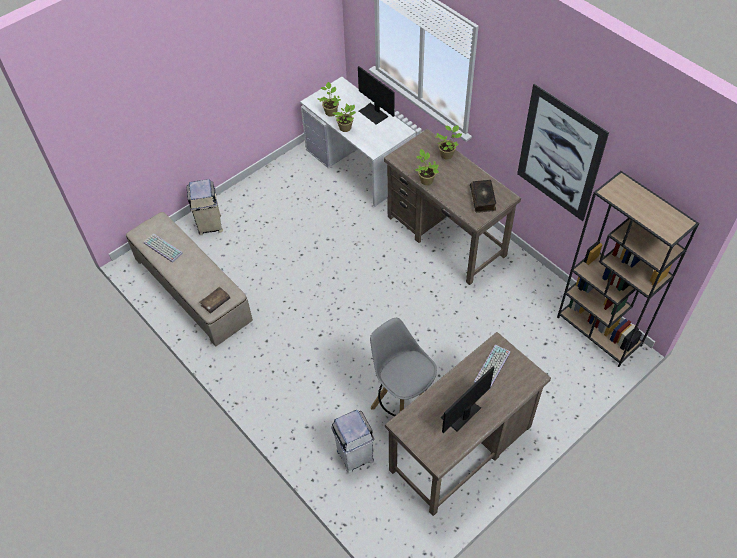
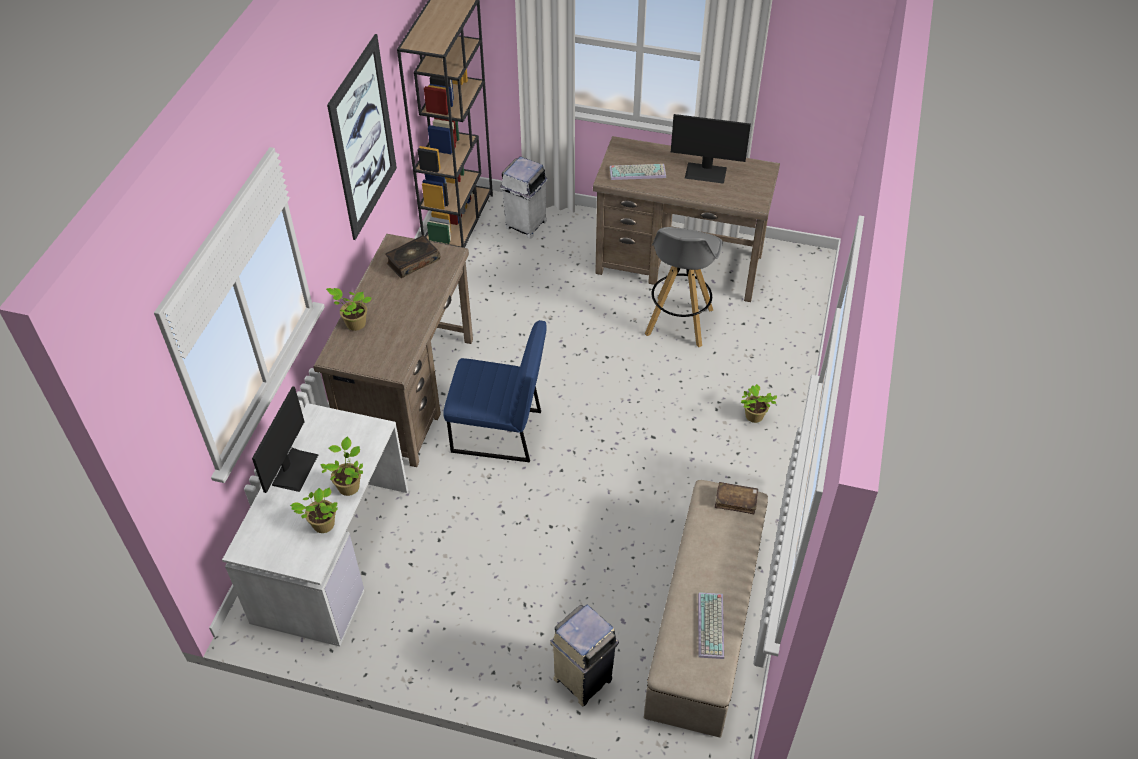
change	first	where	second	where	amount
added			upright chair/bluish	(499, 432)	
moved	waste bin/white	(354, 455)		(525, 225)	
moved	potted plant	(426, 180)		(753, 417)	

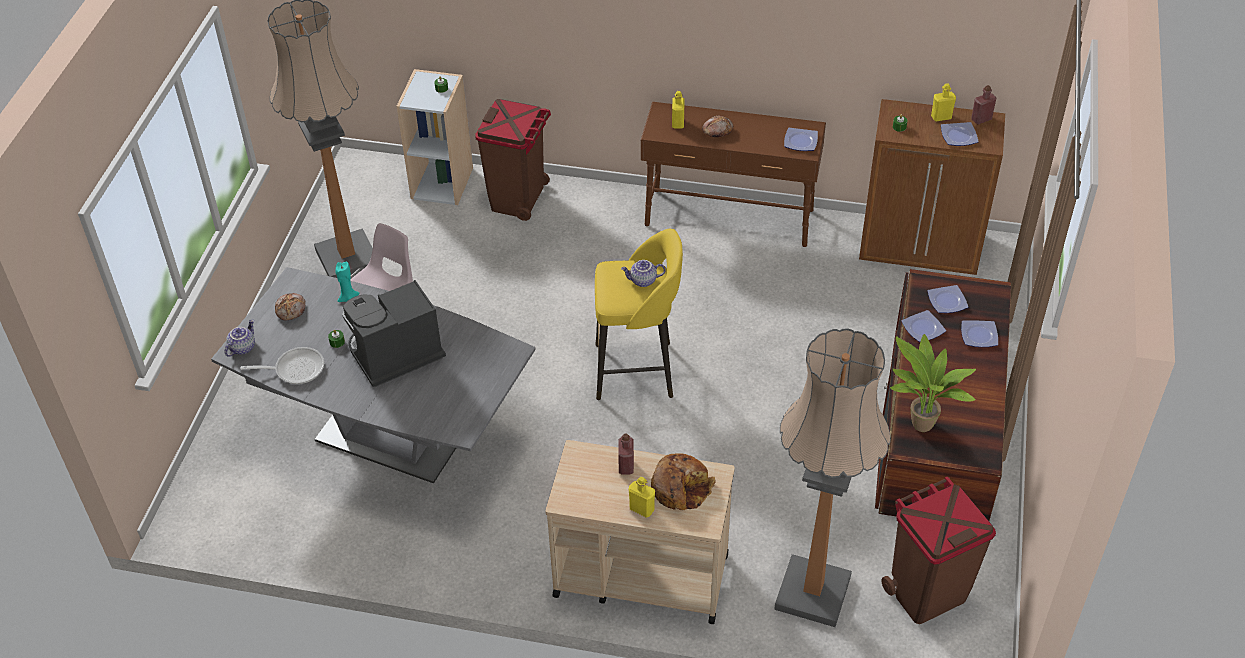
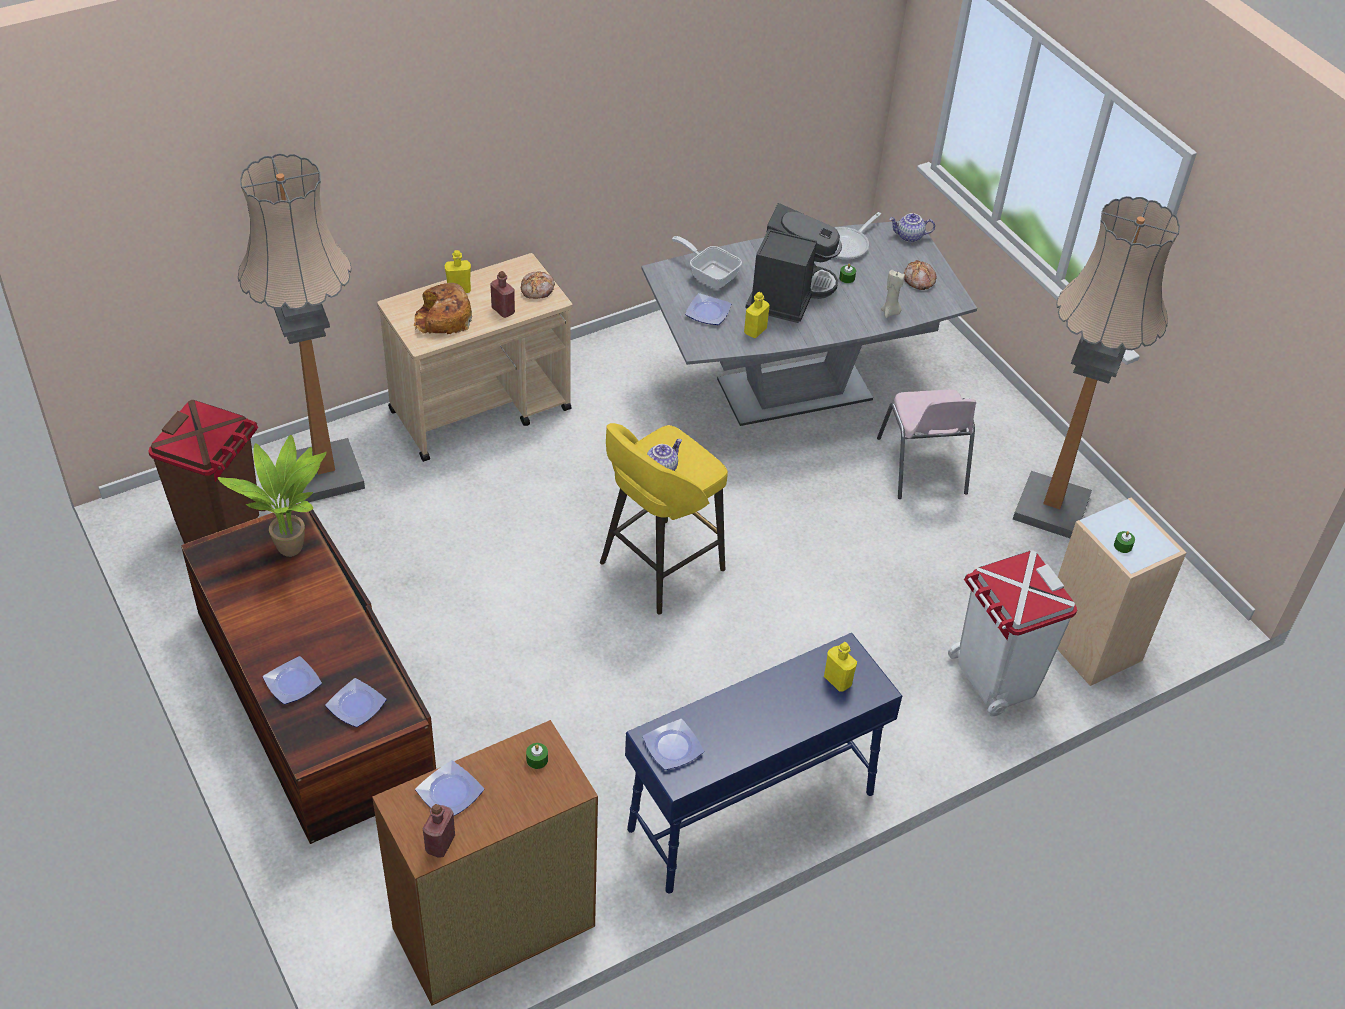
change	first	where	second	where	amount
moved	bakery bread	(717, 130)		(538, 289)	
recoloured	narrow table/brownish	(729, 219)	narrow table/bluish	(750, 810)	
added			skillet	(709, 274)	
moved	dinner plate	(922, 329)		(707, 311)	
moved	beverage bottle/yellow-coloured	(941, 117)		(755, 331)	
recoloured	wax light/turquoise	(348, 298)	wax light/sand-coloured	(890, 312)	
turned	pot for tea	(242, 347)		(909, 237)	105 degrees clockwise
recoloured	waste bin/brownish	(518, 199)	waste bin/white	(994, 679)	

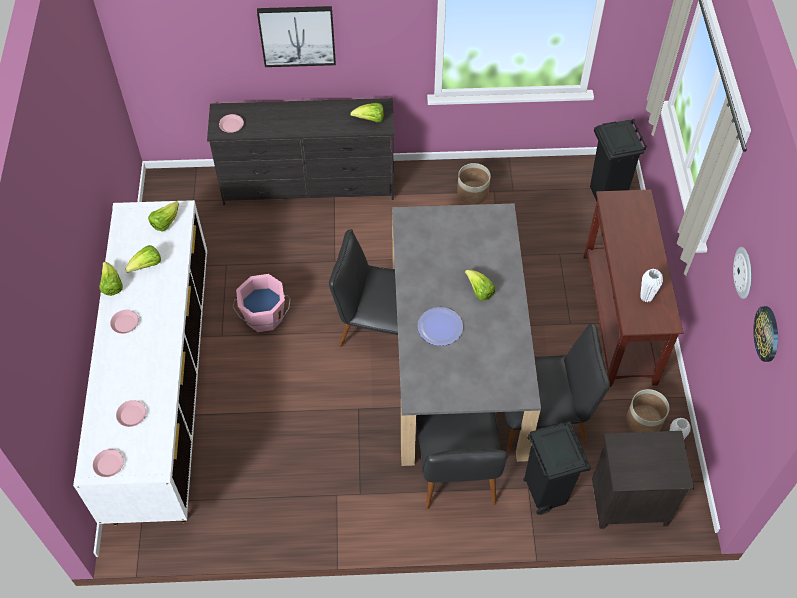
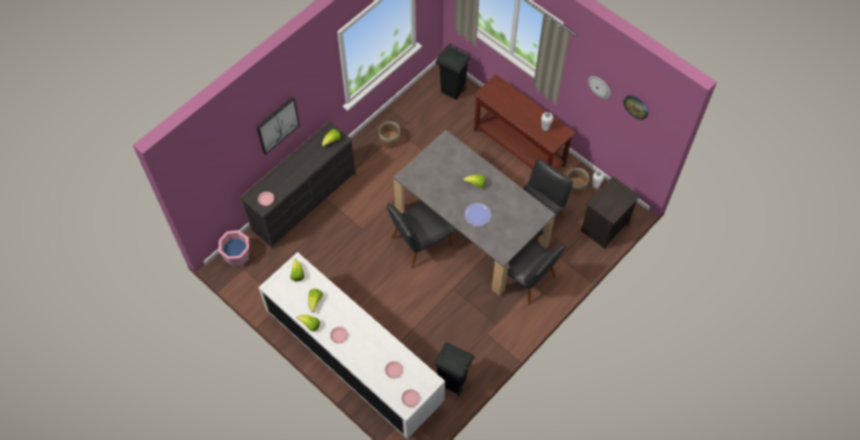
change	first	where	second	where	amount
moved	bucket/pink-coloured	(264, 317)		(237, 256)	
moved	waste bin/blackish	(545, 493)		(451, 382)	

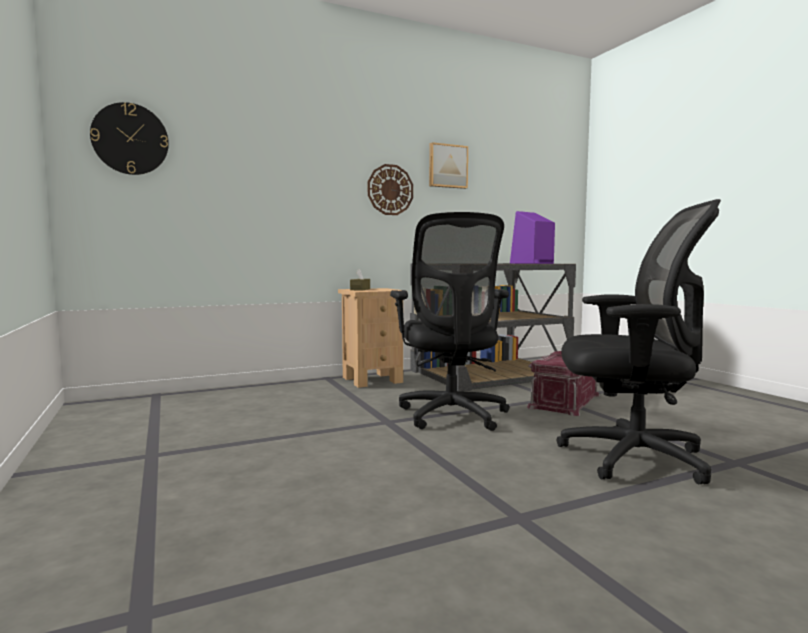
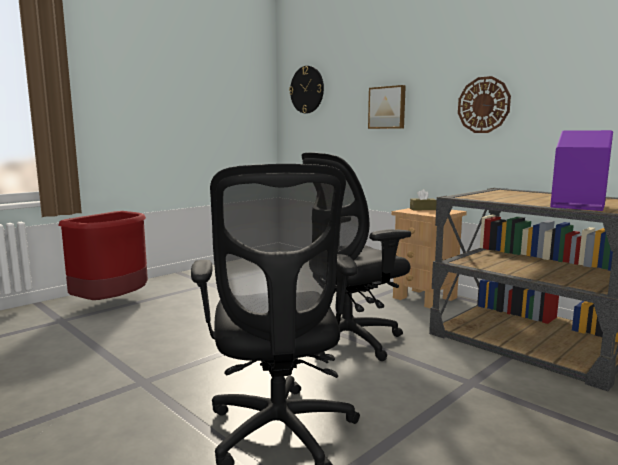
change	first	where	second	where	amount
added			waste bin/reddish	(113, 303)	
moved	wall picture	(447, 166)		(387, 107)	
removed	storage bin/reddish	(563, 401)			

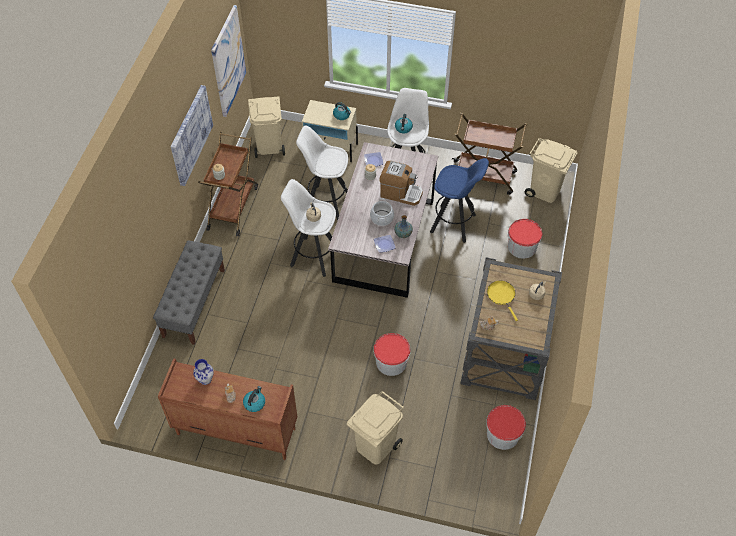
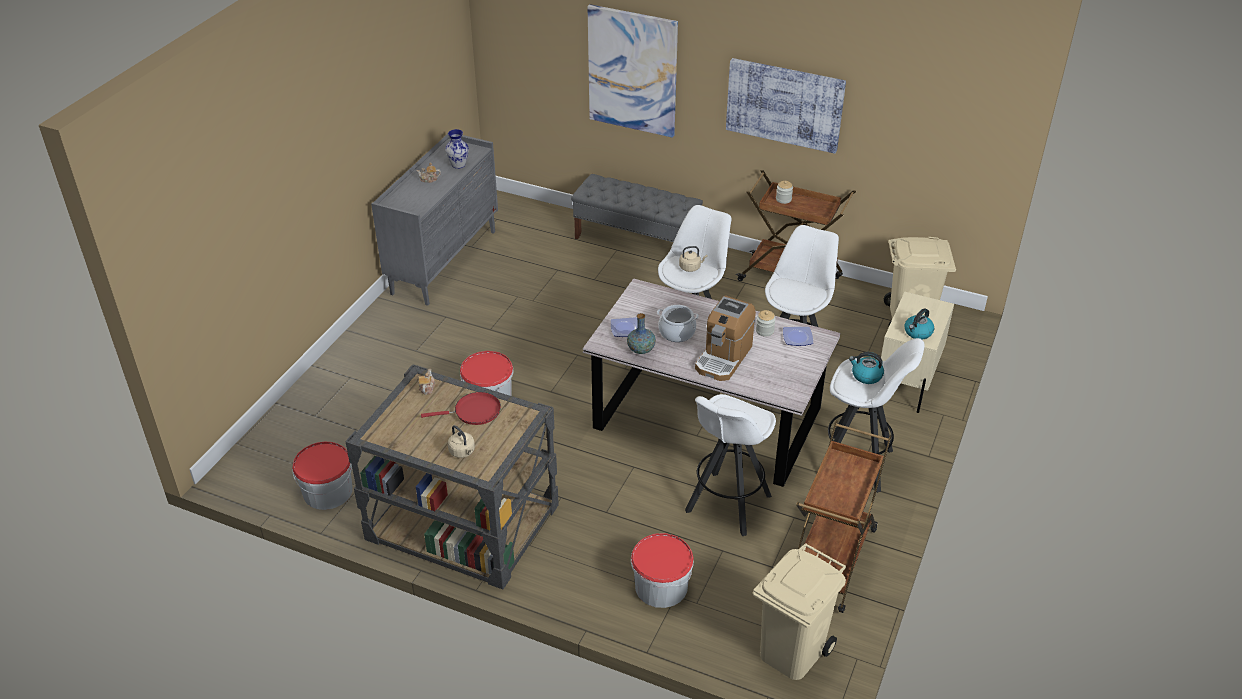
change	first	where	second	where	amount
recoloured	cupboard/brownish	(235, 431)	cupboard/grey	(445, 261)	
recoloured	skillet/yellow-coloured	(502, 296)	skillet/reddish	(474, 412)	
moved	wall picture	(228, 61)		(632, 71)	
recoloured	stool seat/bluish	(454, 224)	stool seat/white	(726, 505)	
removed	tea kettle	(254, 403)			
removed	waste bin/sand-coloured	(375, 446)			

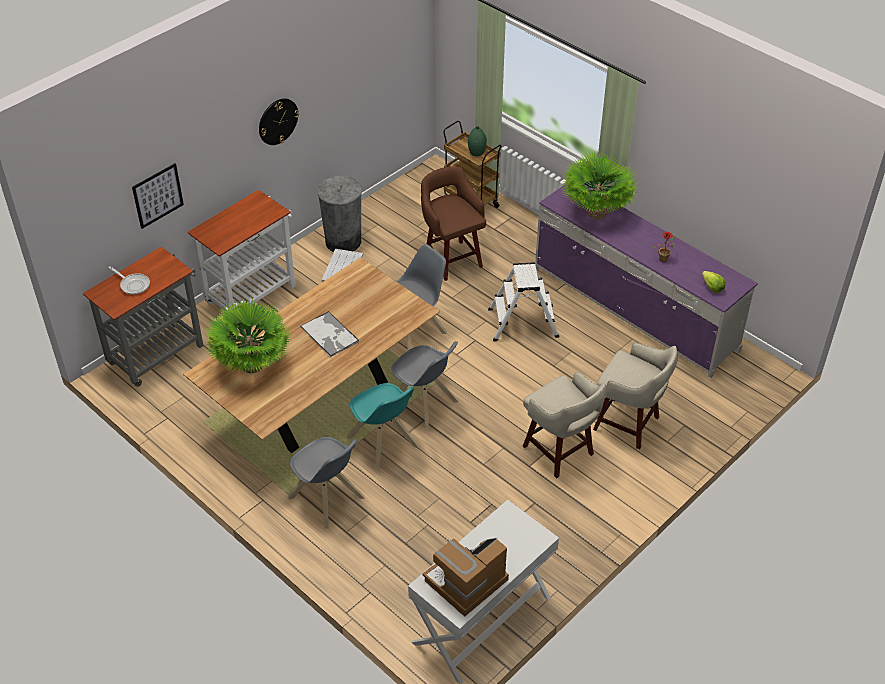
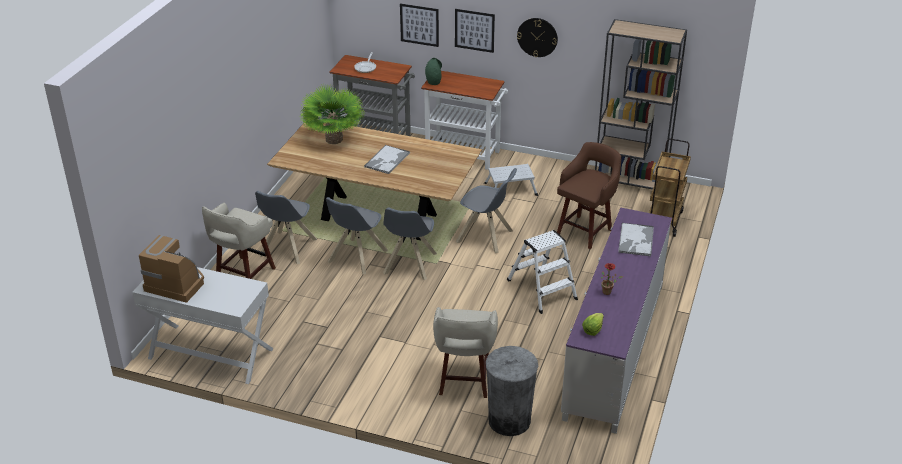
change	first	where	second	where	amount
moved	stool seat/sand-coloured	(559, 453)		(243, 276)	
recoloured	upright chair/turquoise	(383, 443)	upright chair/grey	(356, 257)	
moved	flower vase/greenish	(476, 152)		(434, 82)	
added			wall picture	(474, 30)	
moved	waste bin/grey	(343, 241)		(509, 420)	
added			shelving unit	(631, 181)	
replaced	potted plant	(596, 213)	tray	(636, 240)	

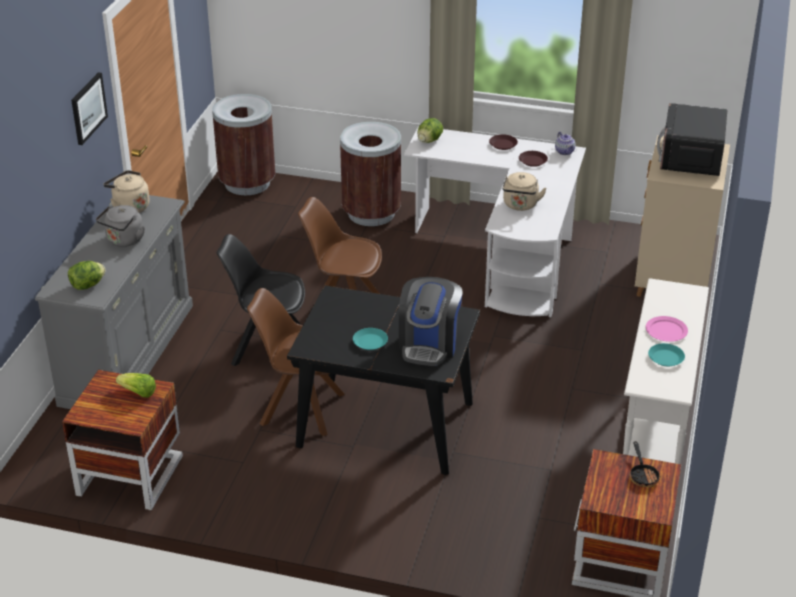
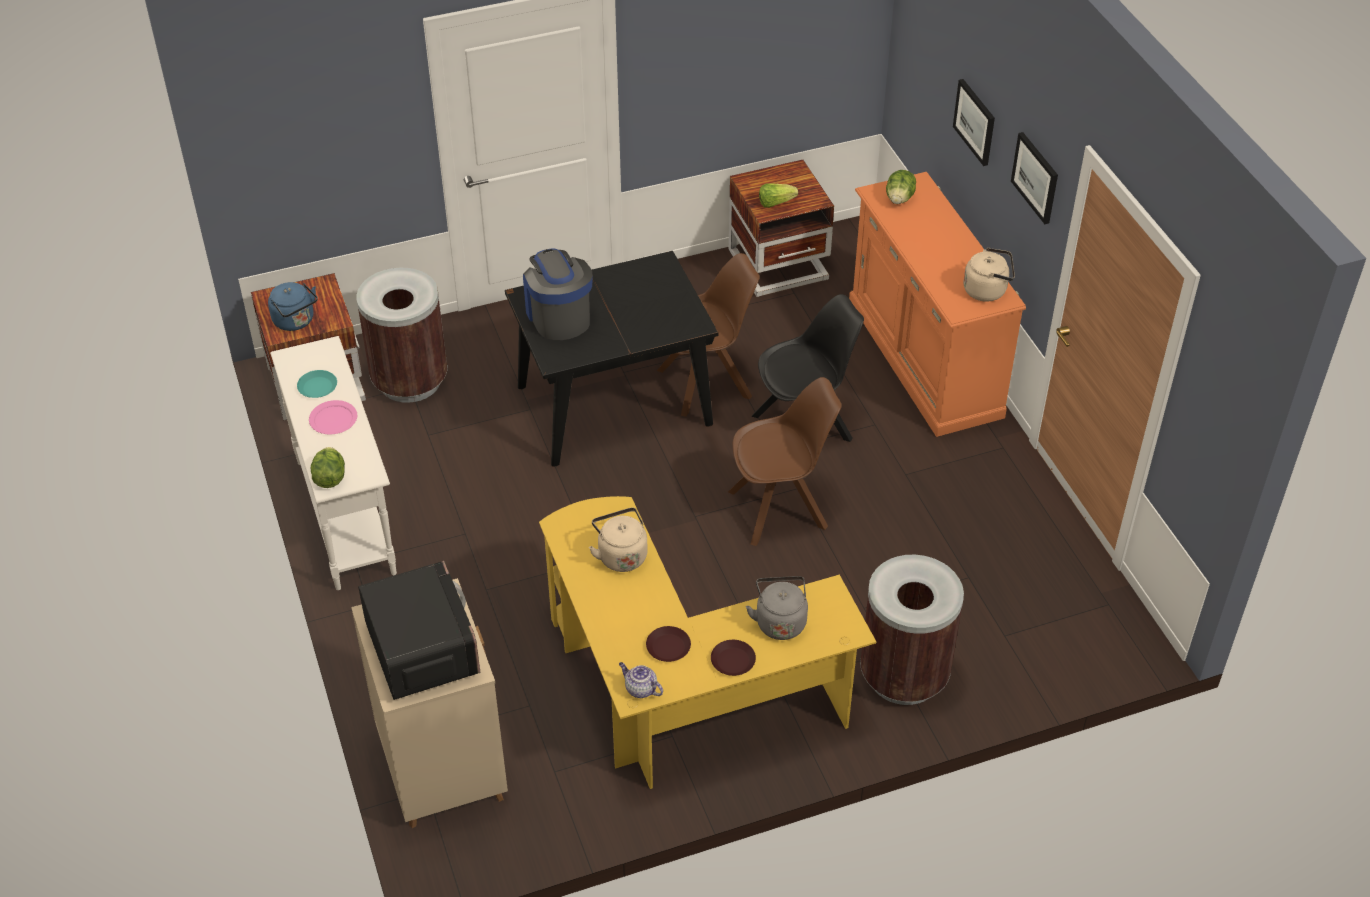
change	first	where	second	where	amount
replaced	skillet	(643, 475)	tea kettle/bluish	(296, 321)	
moved	head of lettuce	(429, 141)		(330, 478)	
moved	waste bin/brownish	(247, 183)		(410, 381)	
recoloured	desk table/white	(506, 253)	desk table/yellow-coloured	(679, 697)	
moved	tea kettle/grey	(124, 241)		(780, 621)	
recoloured	cupboard/grey	(128, 353)	cupboard/orange	(924, 358)	
added			wall picture	(975, 121)	
removed	dinner plate/turquoise	(370, 342)			

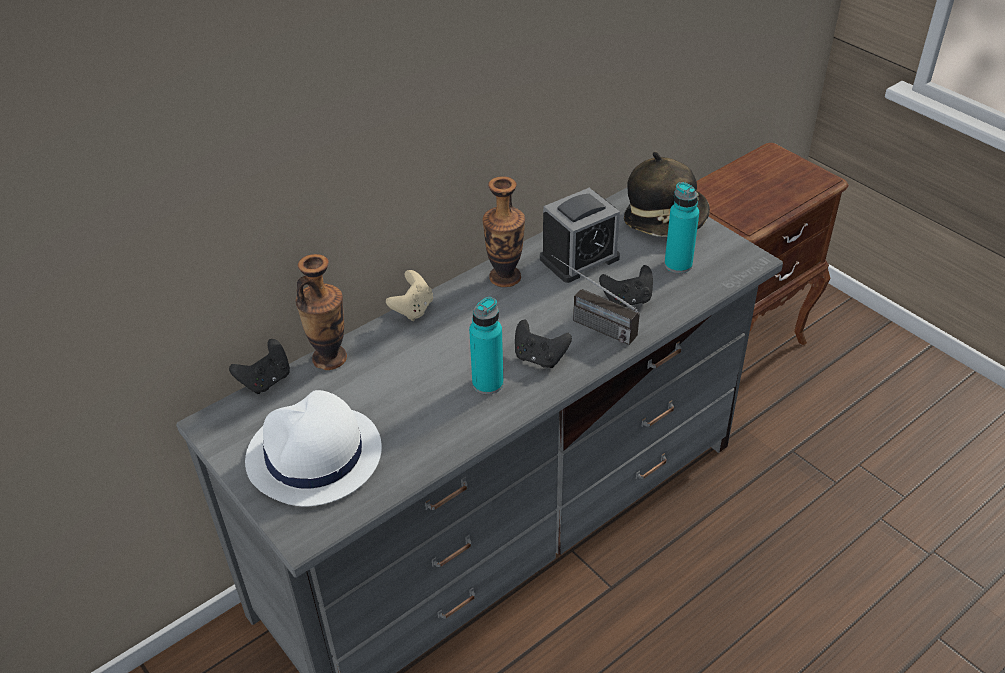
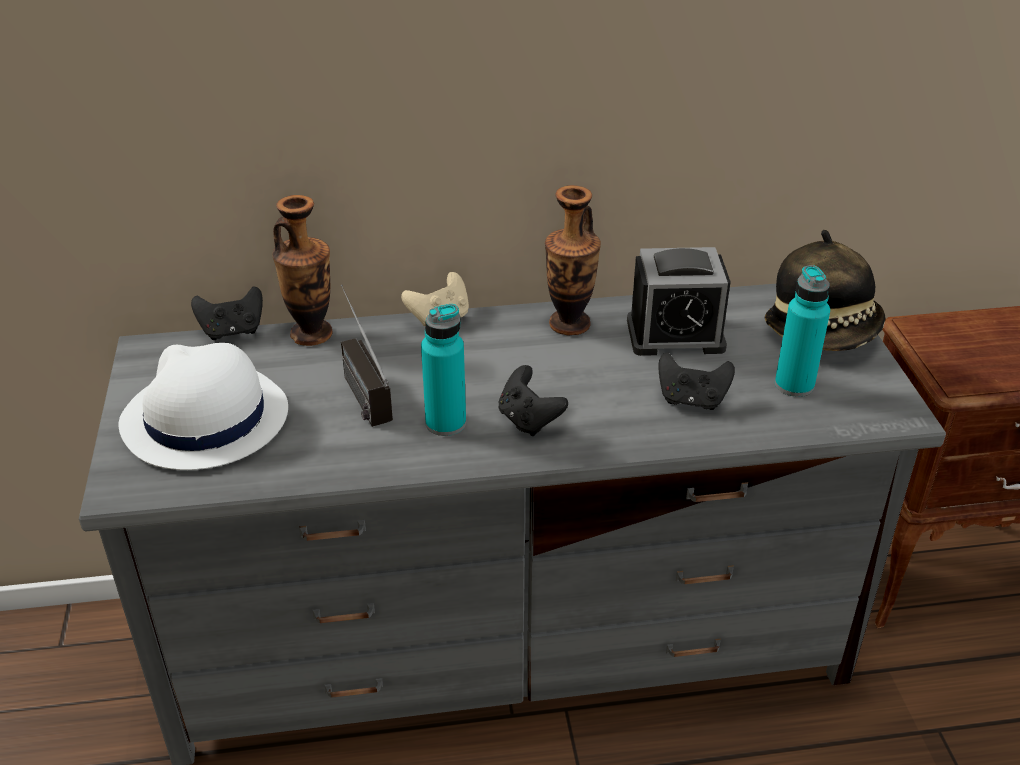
change	first	where	second	where	amount
moved	radio receiver	(588, 322)		(358, 386)	

